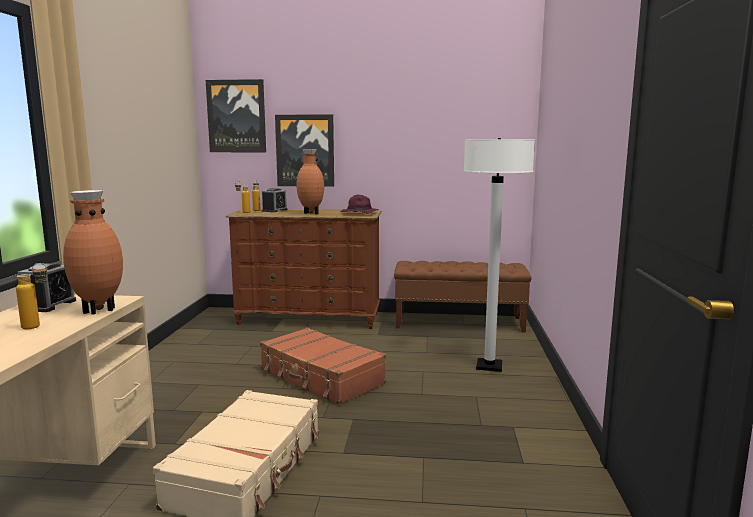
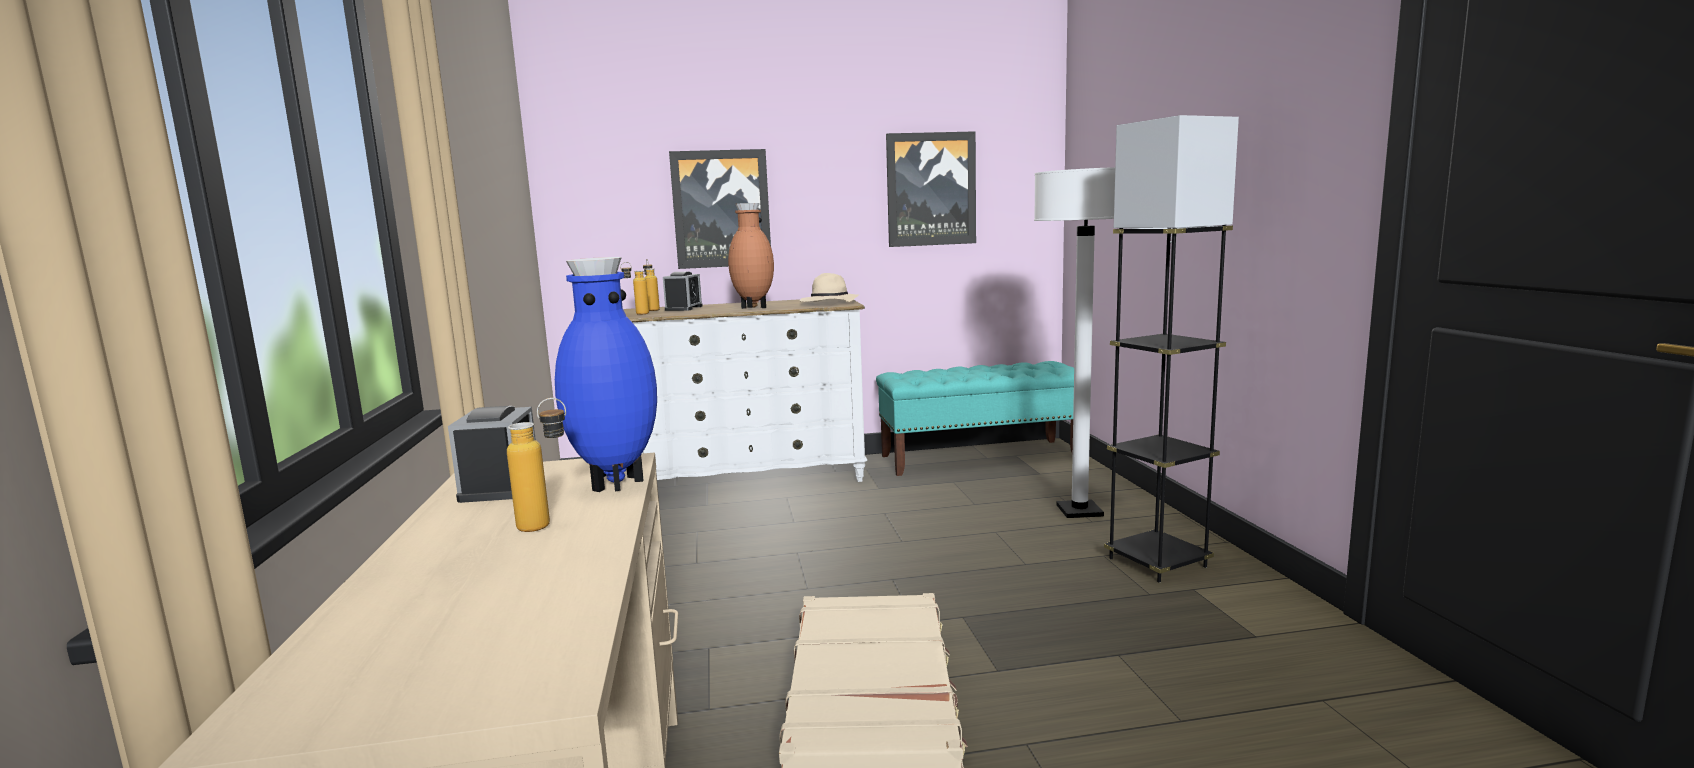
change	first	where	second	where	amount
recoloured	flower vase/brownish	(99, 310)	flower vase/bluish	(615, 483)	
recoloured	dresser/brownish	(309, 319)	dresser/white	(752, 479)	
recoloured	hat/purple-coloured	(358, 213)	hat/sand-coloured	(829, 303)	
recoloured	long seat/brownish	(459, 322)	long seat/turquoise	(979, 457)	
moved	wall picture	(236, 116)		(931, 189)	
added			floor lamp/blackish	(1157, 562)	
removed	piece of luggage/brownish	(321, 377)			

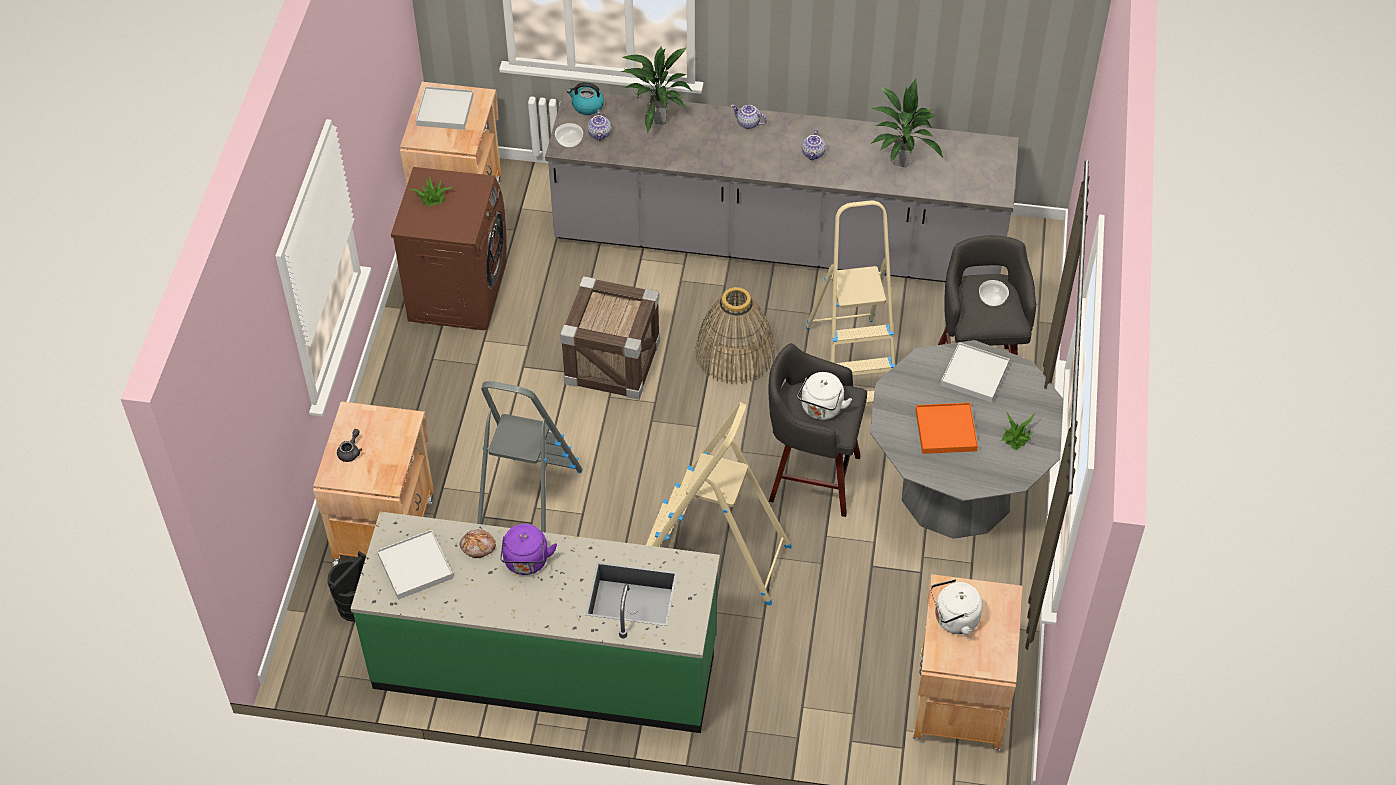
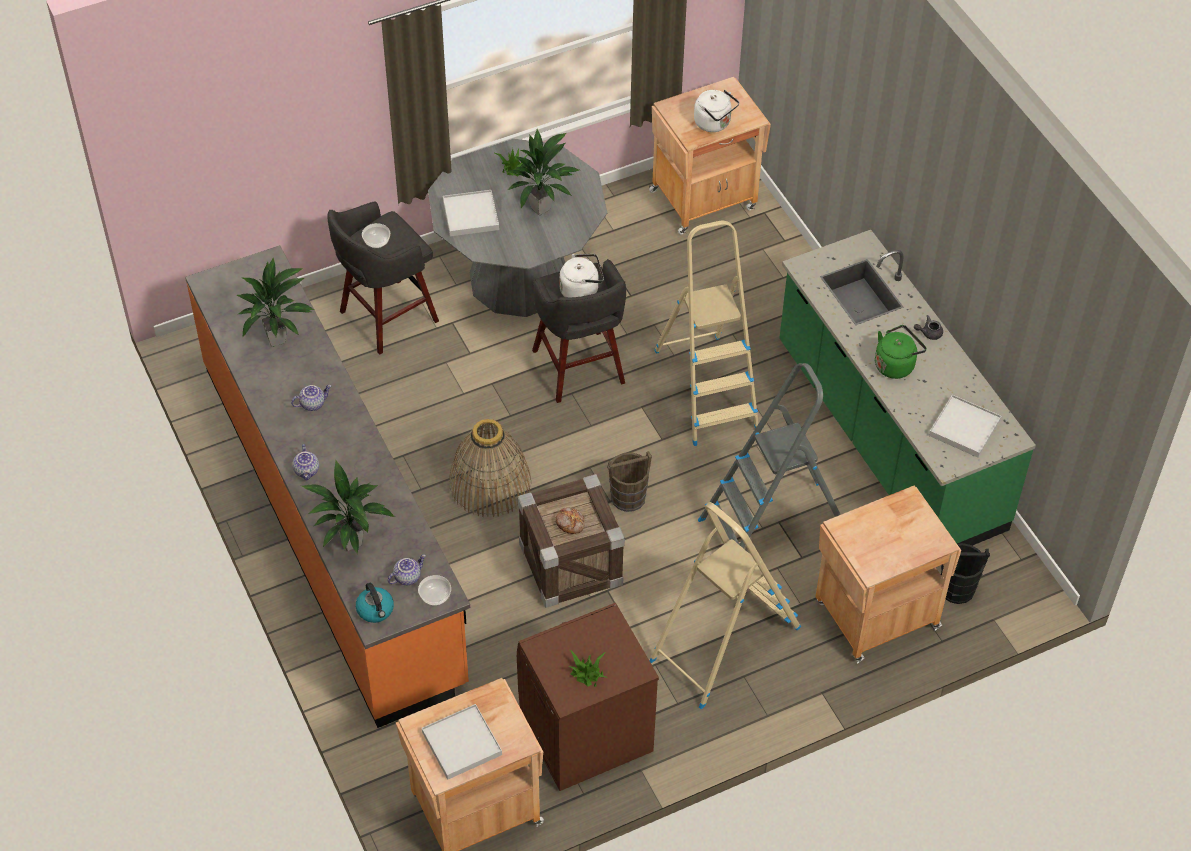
change	first	where	second	where	amount
recoloured	kitchen counter/grey	(778, 242)	kitchen counter/orange	(333, 521)	
replaced	tray/orange	(945, 430)	potted plant	(541, 208)	
moved	bakery bread	(478, 547)		(570, 523)	
added			bucket/brownish	(627, 497)	
moved	step ladder/sand-coloured	(851, 371)		(726, 643)	
recoloured	tea kettle/purple-coloured	(526, 563)	tea kettle/greenish	(896, 364)	
moved	pot for tea/grey	(350, 451)		(928, 333)	

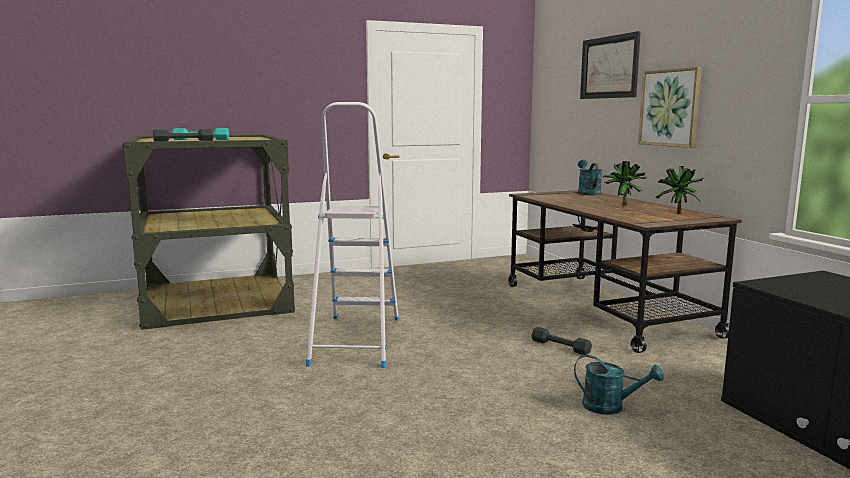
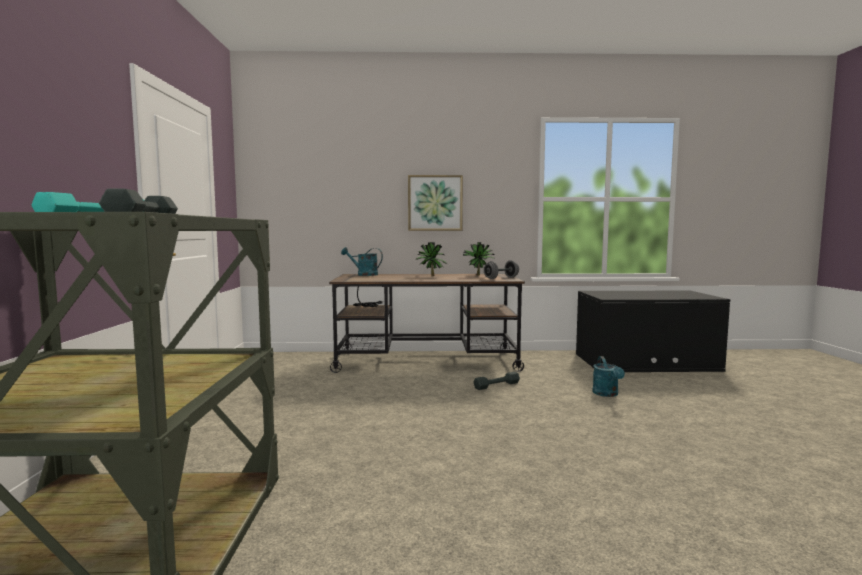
change	first	where	second	where	amount
added			dumbbell/grey	(501, 278)	
turned	watering pot/turquoise	(610, 407)		(607, 394)	135 degrees clockwise
removed	step ladder/white	(357, 339)			
removed	wall picture	(609, 67)			

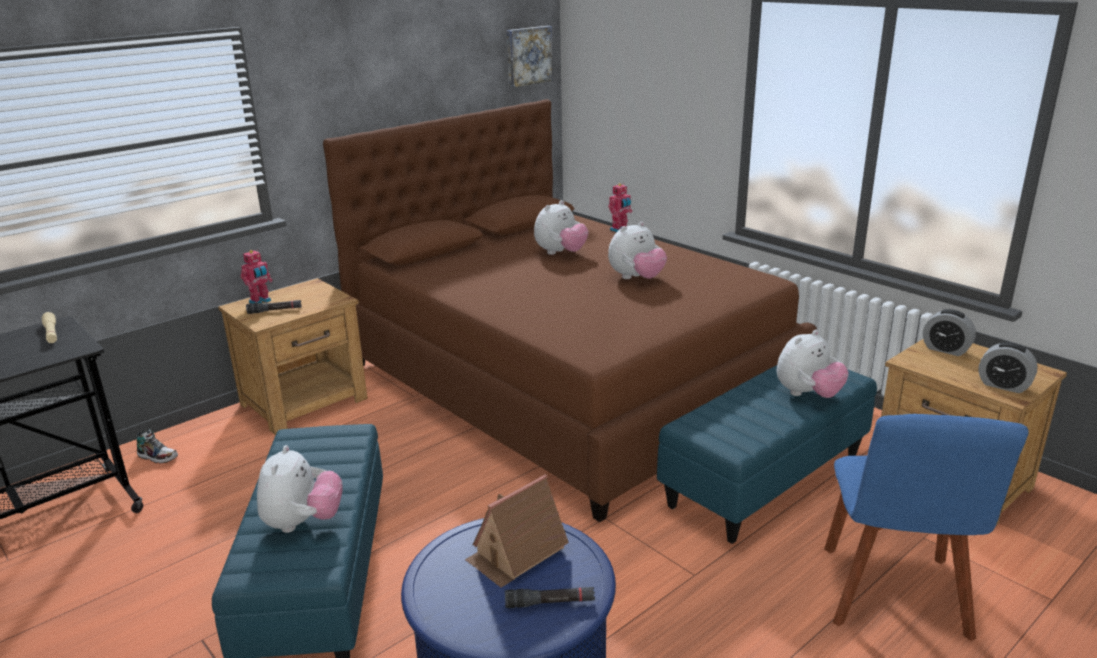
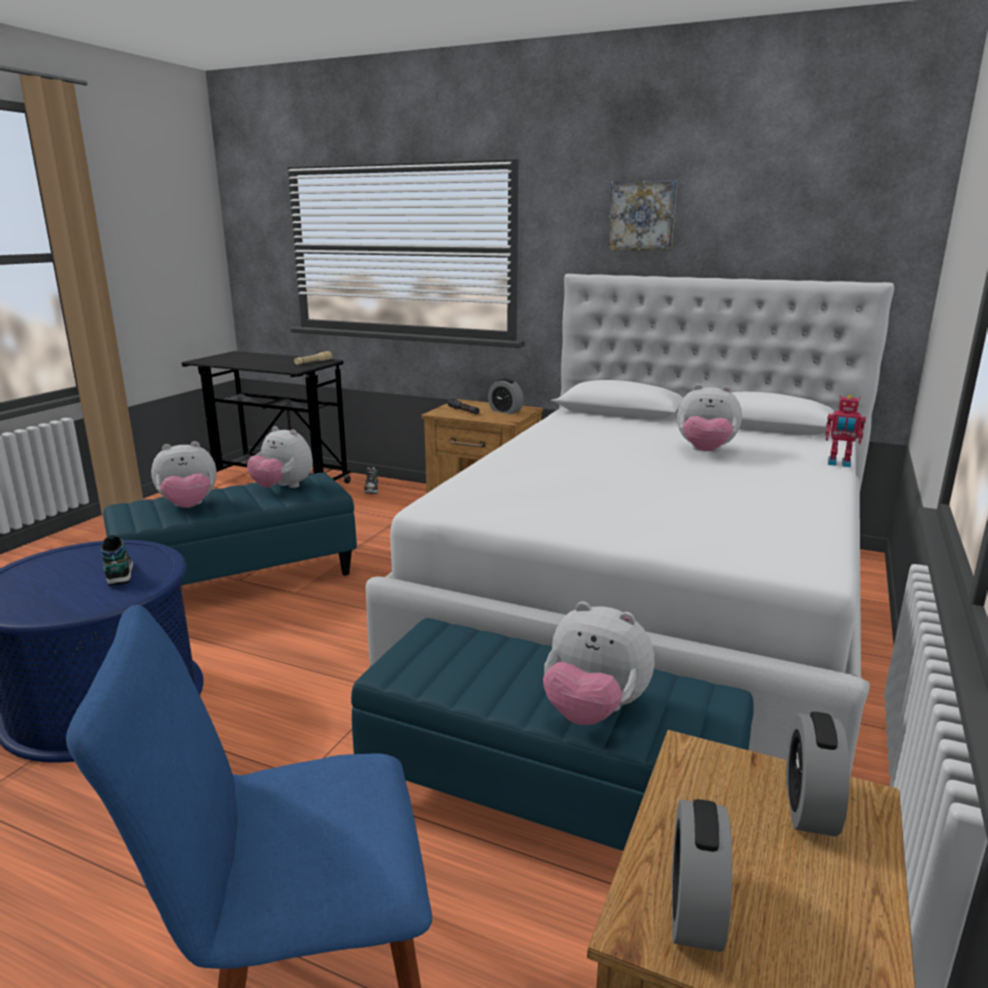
change	first	where	second	where	amount
replaced	miniature house	(516, 553)	low shoe	(118, 573)	
moved	plush toy	(636, 278)		(283, 488)	
recoloured	bed/brownish	(567, 381)	bed/white	(652, 607)	
added			bedside clock	(505, 411)	
moved	wall picture	(528, 55)		(642, 216)	
removed	model robot	(261, 302)			
removed	torch/blackish	(550, 603)			

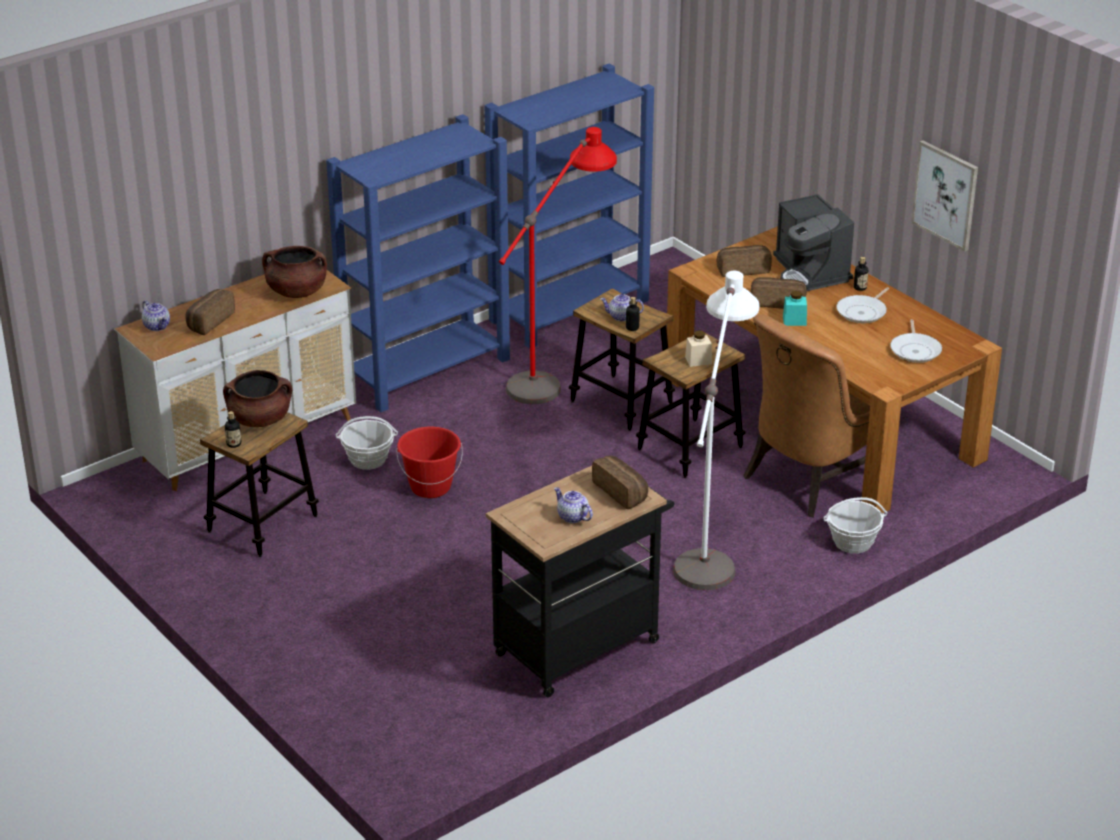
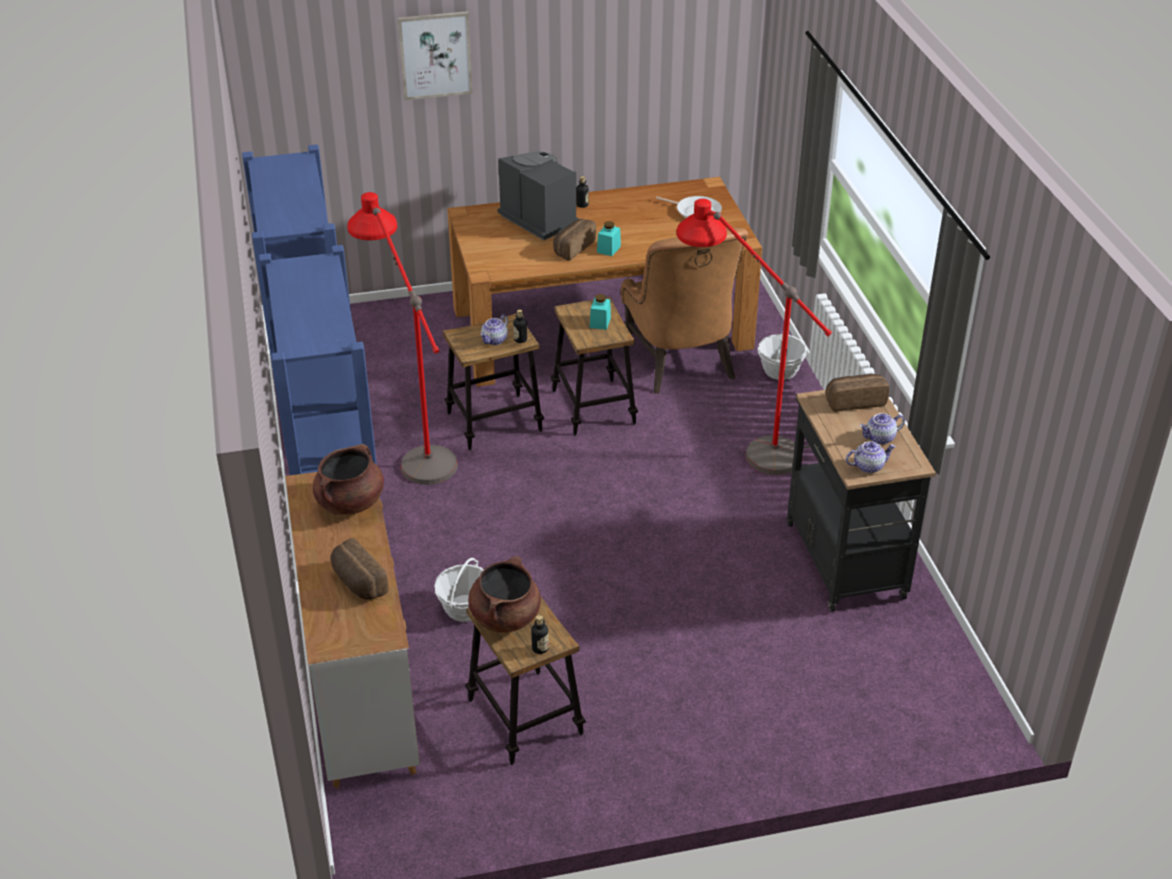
change	first	where	second	where	amount
moved	wall picture	(945, 195)		(435, 55)	
turned	coffee brewer	(810, 273)		(539, 219)	135 degrees counterclockwise
recoloured	preserve jar/sand-coloured	(698, 360)	preserve jar/turquoise	(600, 322)	
recoloured	floor lamp/white	(712, 544)	floor lamp/reddish	(740, 440)	
moved	pot for tea	(157, 326)		(868, 466)	
removed	bucket/reddish	(430, 487)			
removed	bakery bread	(743, 269)			
removed	skillet	(863, 312)			

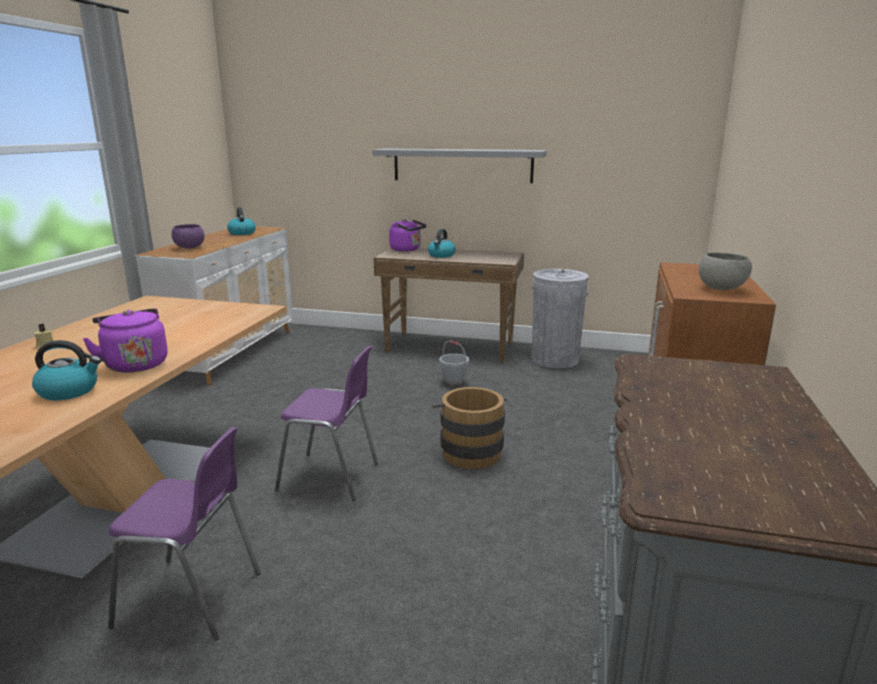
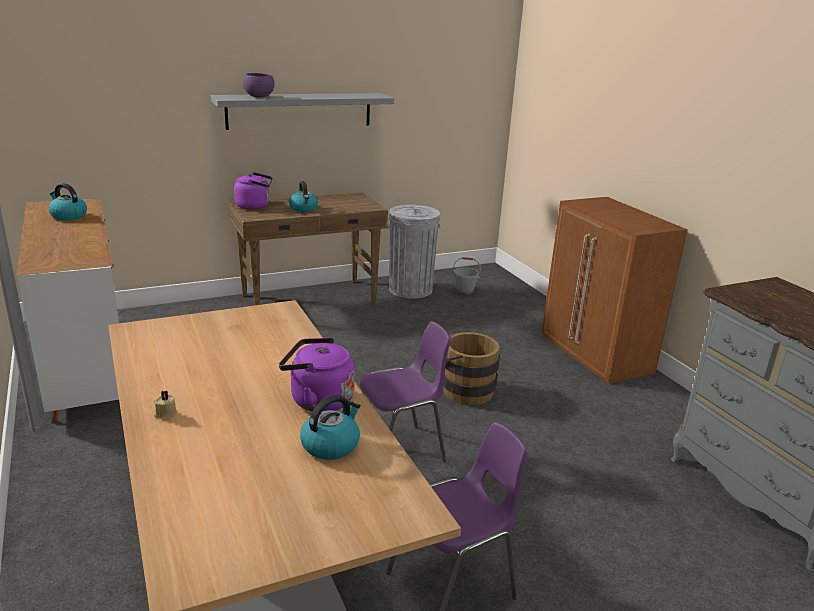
change	first	where	second	where	amount
moved	serving bowl/purple-coloured	(190, 248)		(259, 97)	
moved	bucket/grey	(453, 382)		(464, 291)	
removed	serving bowl/grey	(721, 288)			

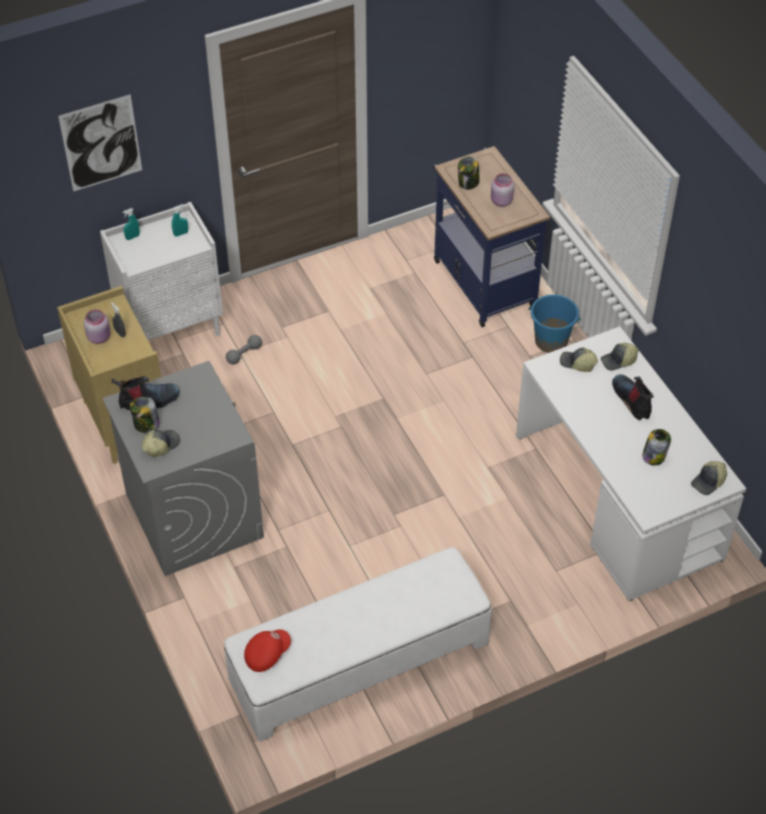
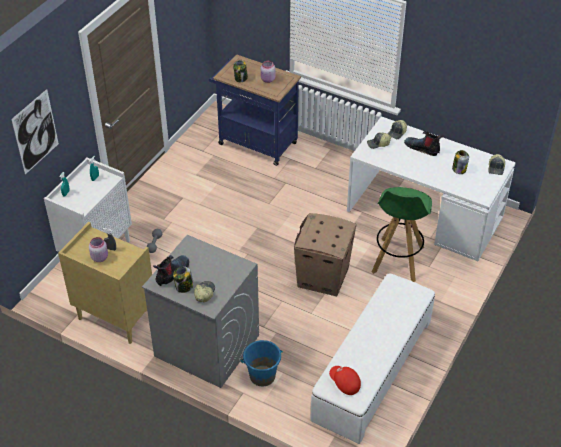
change	first	where	second	where	amount
moved	bucket/bluish	(551, 341)		(262, 376)	
added			carton	(322, 277)	
turned	cap/reddish	(267, 654)		(344, 383)	60 degrees counterclockwise
added			stool seat/greenish	(397, 260)	

